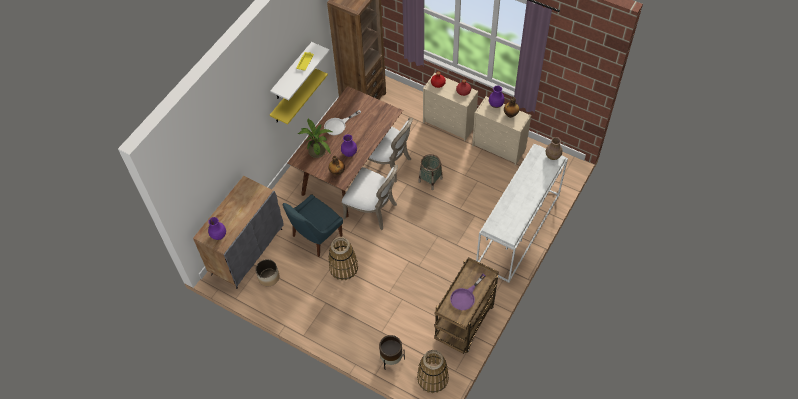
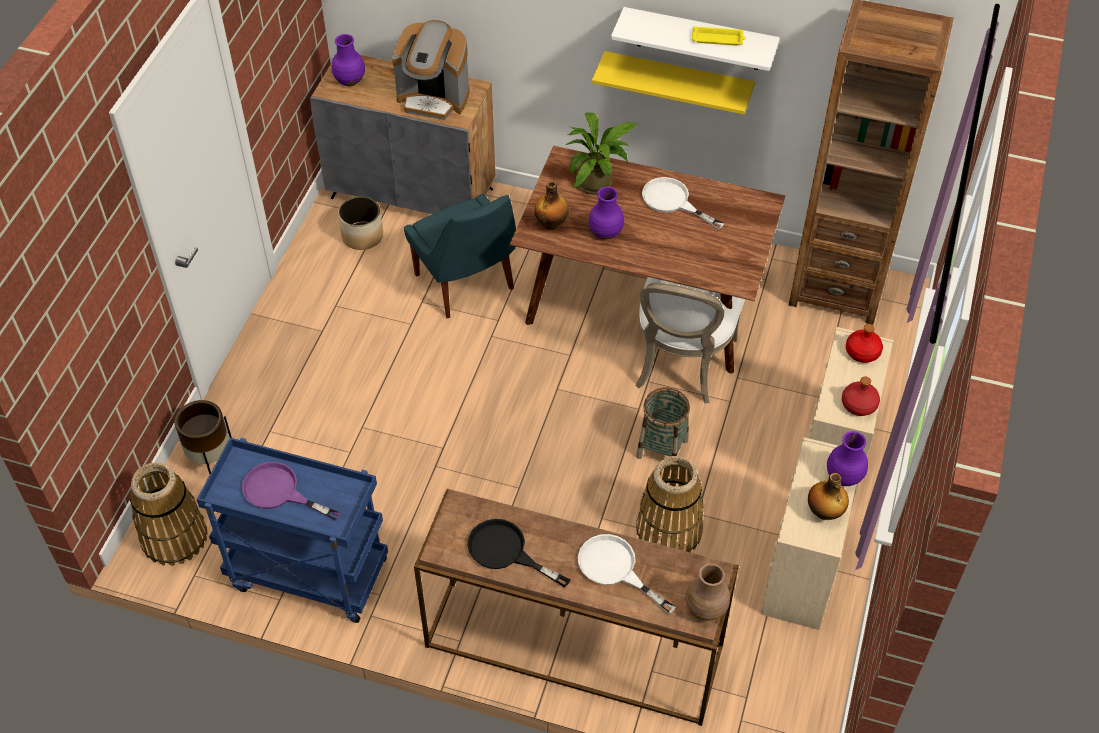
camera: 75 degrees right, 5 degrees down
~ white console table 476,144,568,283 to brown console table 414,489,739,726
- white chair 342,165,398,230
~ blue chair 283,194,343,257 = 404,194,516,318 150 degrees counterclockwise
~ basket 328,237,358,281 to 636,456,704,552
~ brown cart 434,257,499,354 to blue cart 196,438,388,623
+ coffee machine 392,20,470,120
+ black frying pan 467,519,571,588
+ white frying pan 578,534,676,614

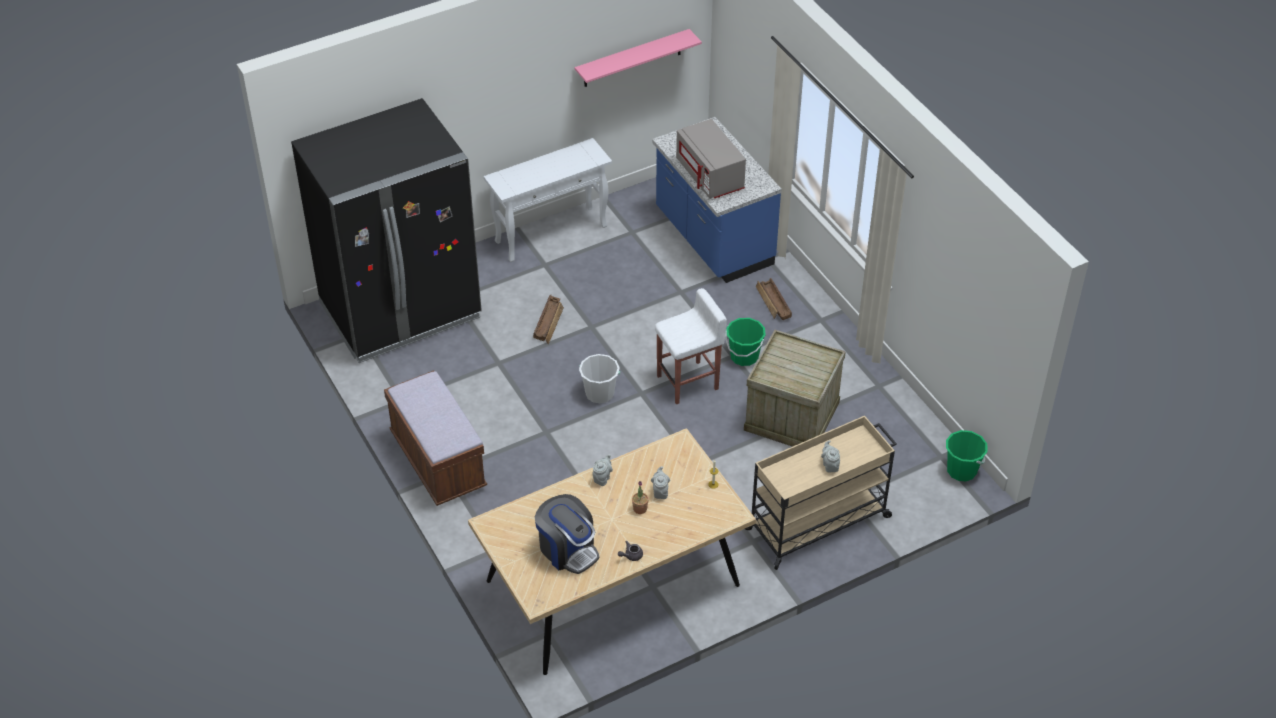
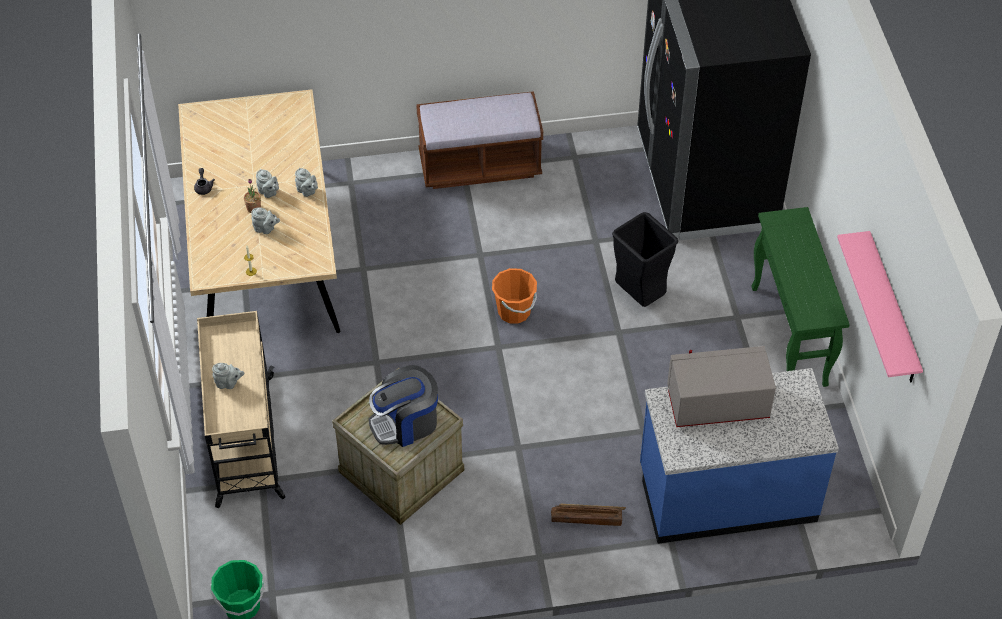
camera: 110 degrees right, 5 degrees up
~ white console table 484,138,612,262 to green console table 751,207,850,387
- white stool 655,288,727,405
~ crate 533,294,564,344 to black trash can 612,212,678,307
- green bucket 725,318,766,366
~ white bucket 579,354,621,404 to orange bucket 492,268,537,324
~ coffee machine 535,494,599,574 to 369,365,438,447
+ grey teapot 256,169,279,198

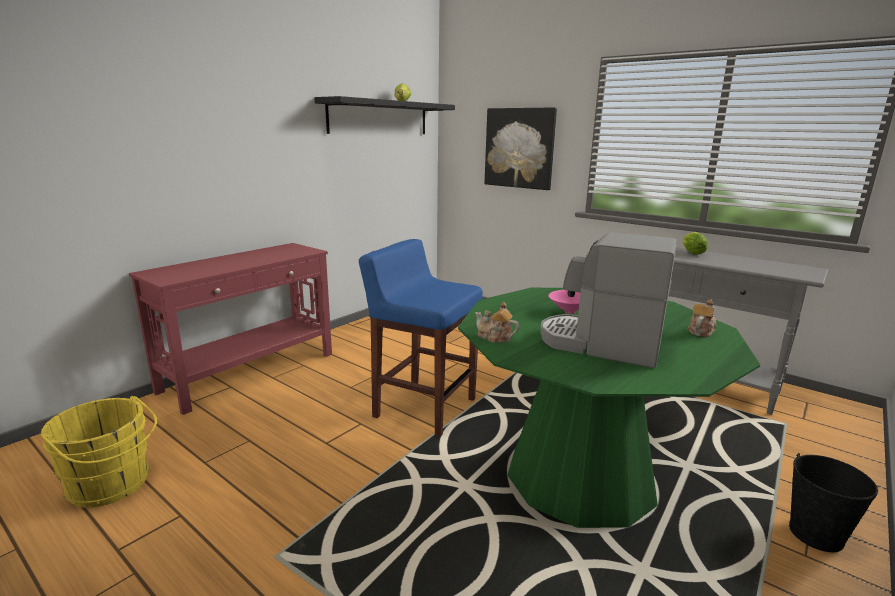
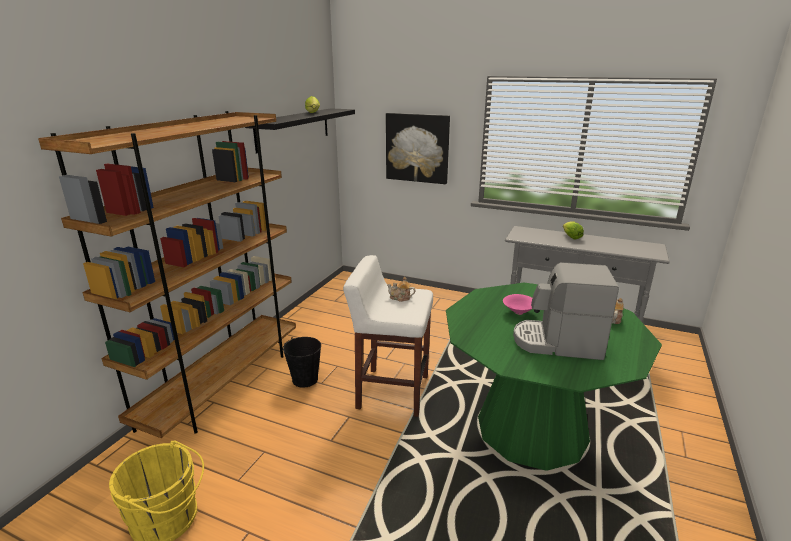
camera: 15 degrees left, 5 degrees up
~ blue stool 359,239,483,437 to white stool 343,255,433,417
~ red console table 129,243,332,415 to brown bookcase 38,111,296,438
~ teapot 475,302,519,343 to 387,277,416,302
~ black bucket 789,453,878,552 to 283,337,321,388

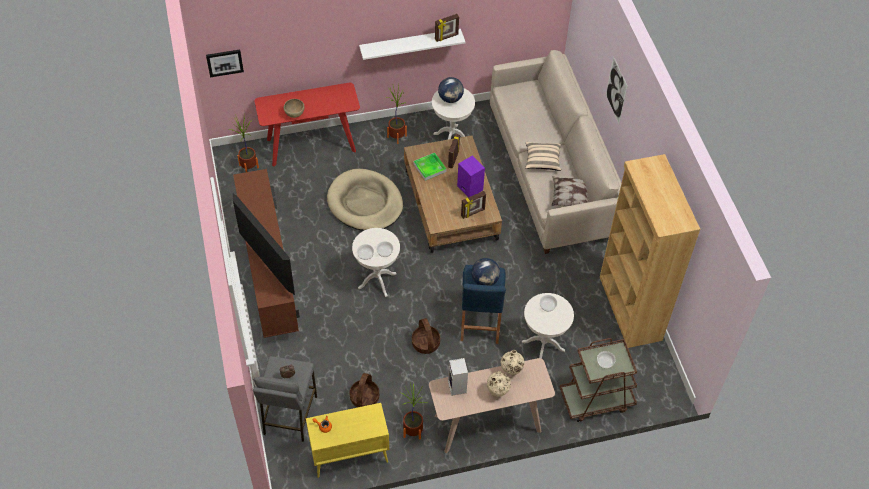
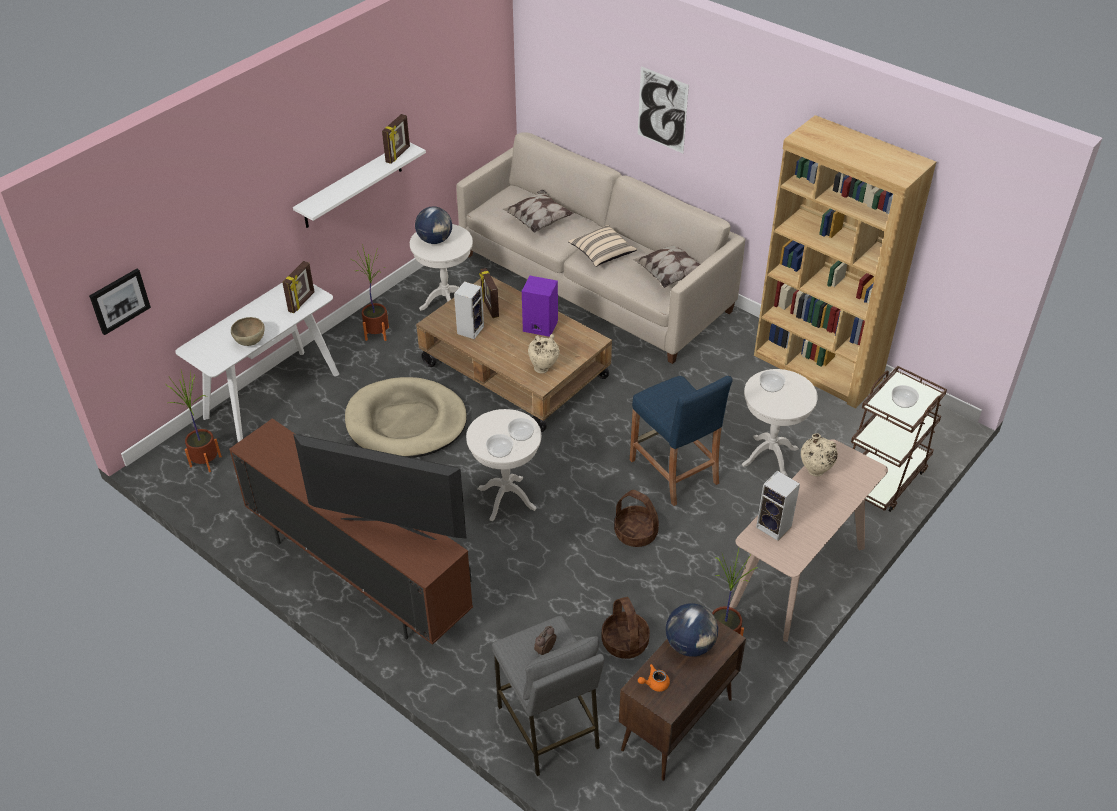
camera: 35 degrees left, 10 degrees down
~ red console table 255,83,360,167 to white console table 175,283,339,442
~ tray 414,153,447,181 to speaker 454,281,484,339
~ picture frame 461,191,486,219 to 282,261,315,313
~ globe 471,258,500,286 to 666,603,718,657
~ beige vase 487,371,511,397 to 528,334,560,374
~ yellow cabinet 306,403,389,478 to brown cabinet 619,620,746,781
+ pillow 502,190,574,233

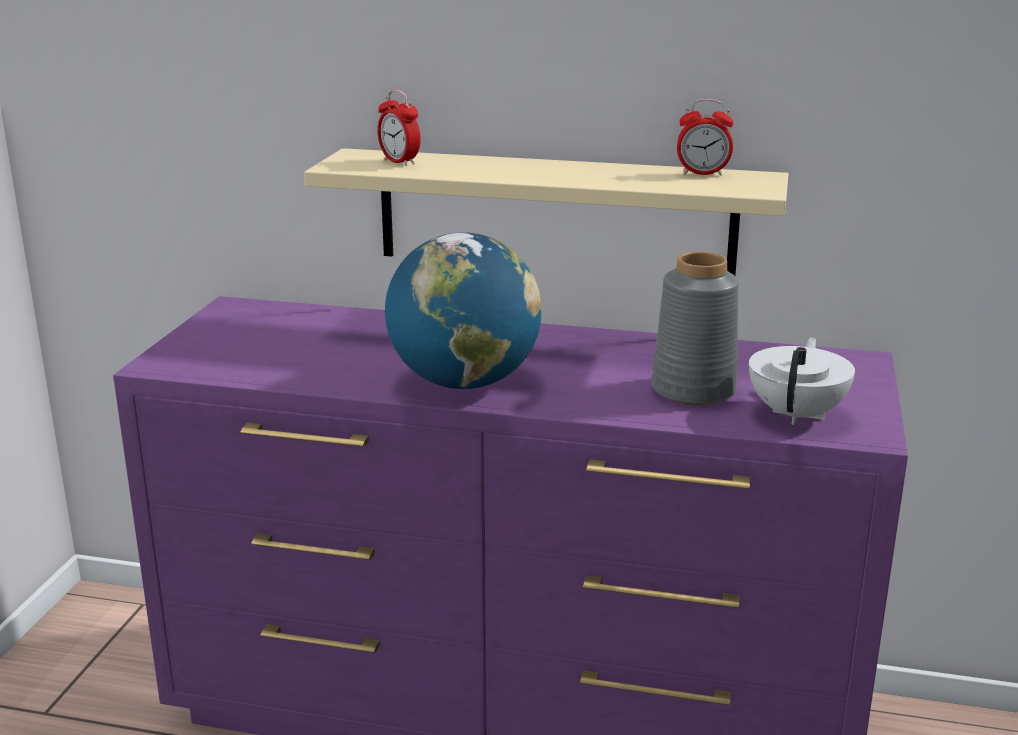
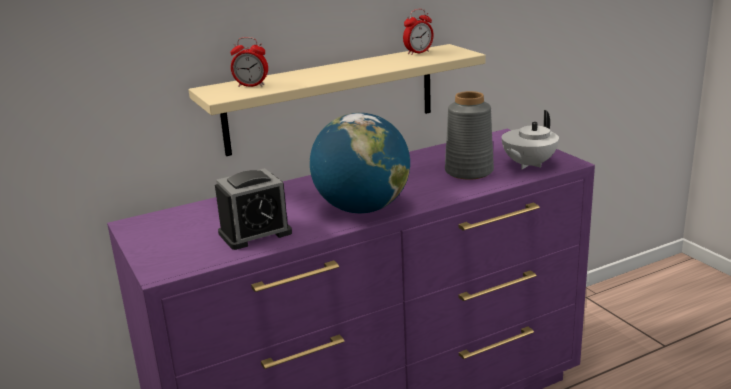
camera: 40 degrees left, 0 degrees up
~ white teapot 749,337,855,425 = 502,110,559,170 120 degrees counterclockwise
+ alarm clock 215,168,292,250

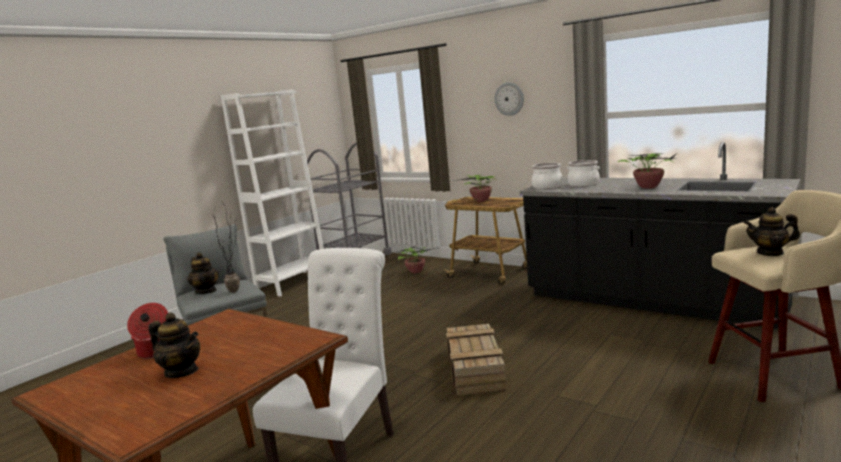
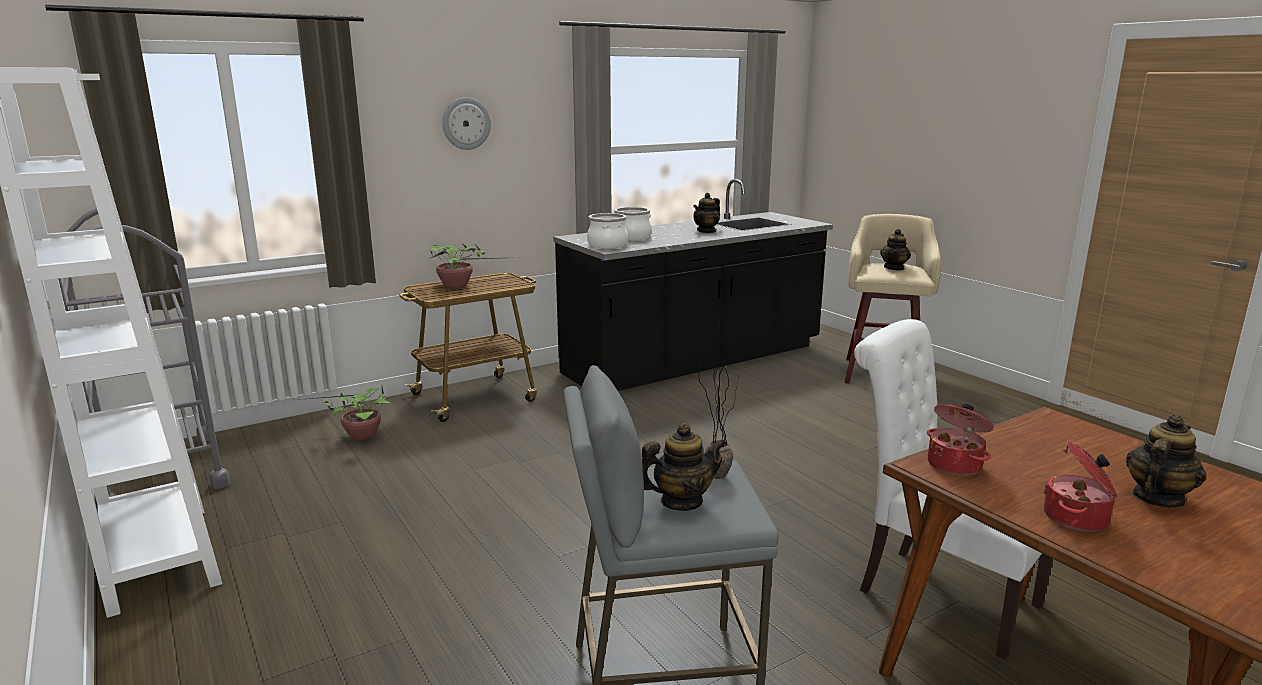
camera: 70 degrees left, 5 degrees up
~ potted plant 618,153,679,189 to teapot 693,193,720,233
- crate 446,324,506,396
+ cooking pot 927,404,994,476

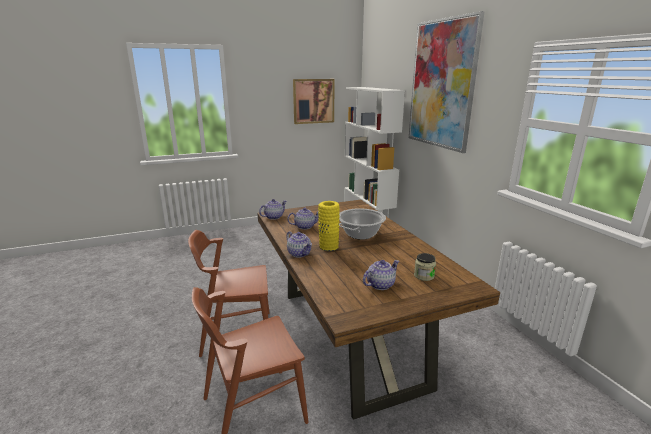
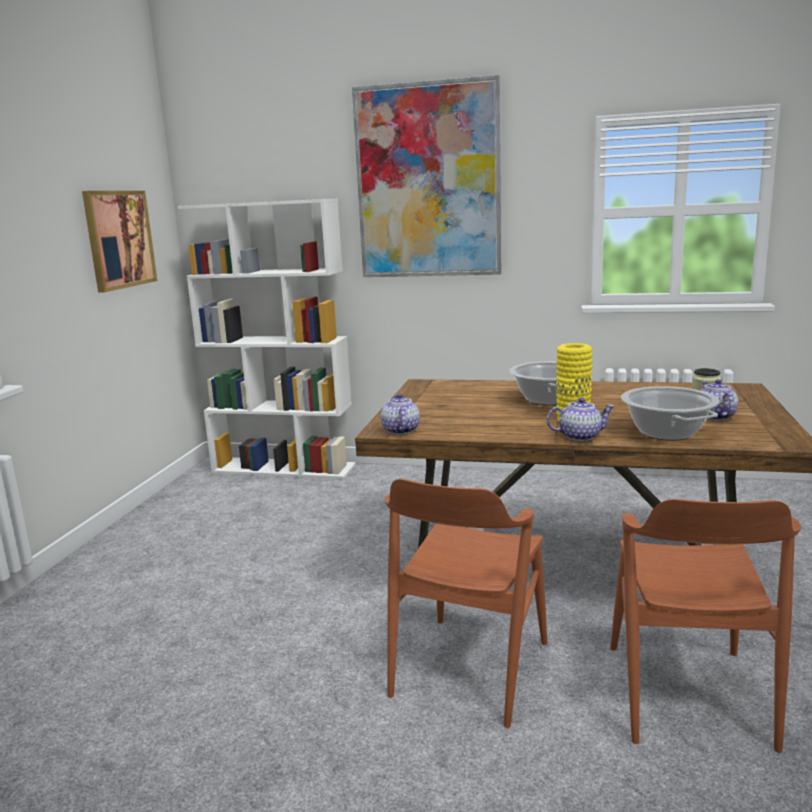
camera: 55 degrees left, 5 degrees down
- teapot 288,208,319,230
+ cooking pot 621,386,719,441

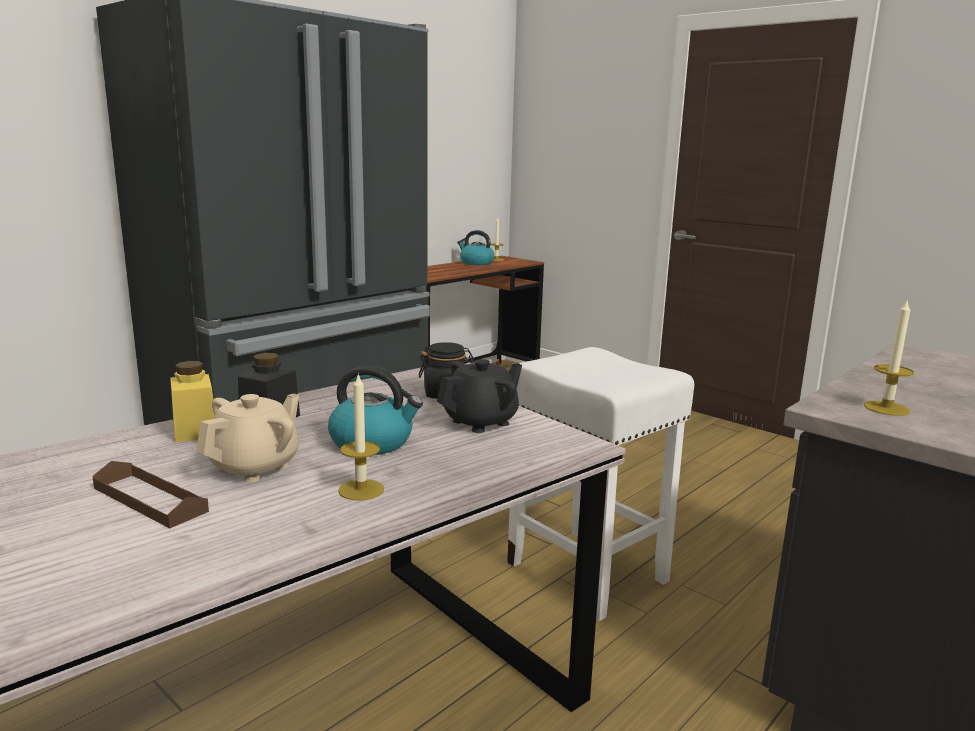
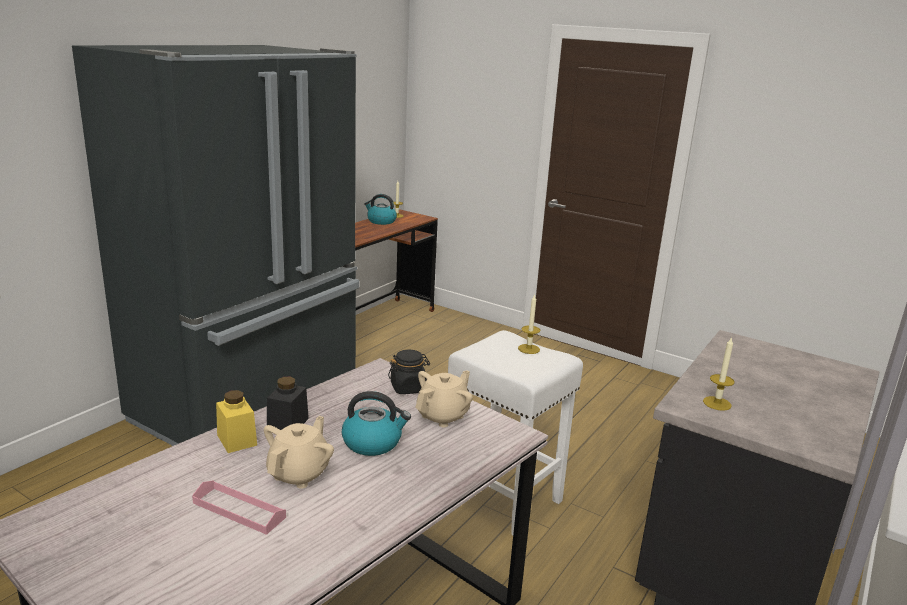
camera: 10 degrees left, 5 degrees up
~ black teapot 437,359,522,433 to beige teapot 415,370,473,427
~ candle 338,373,384,500 to 518,294,540,354
~ brown tray 92,461,209,528 to pink tray 192,480,286,535

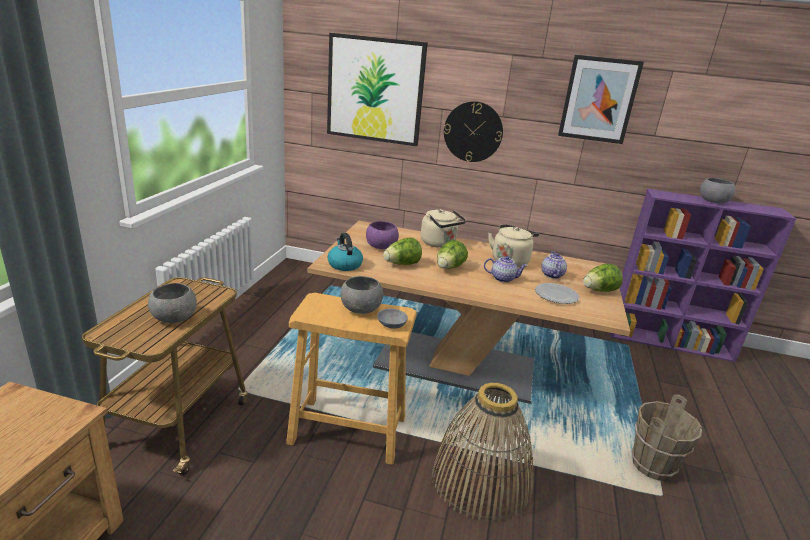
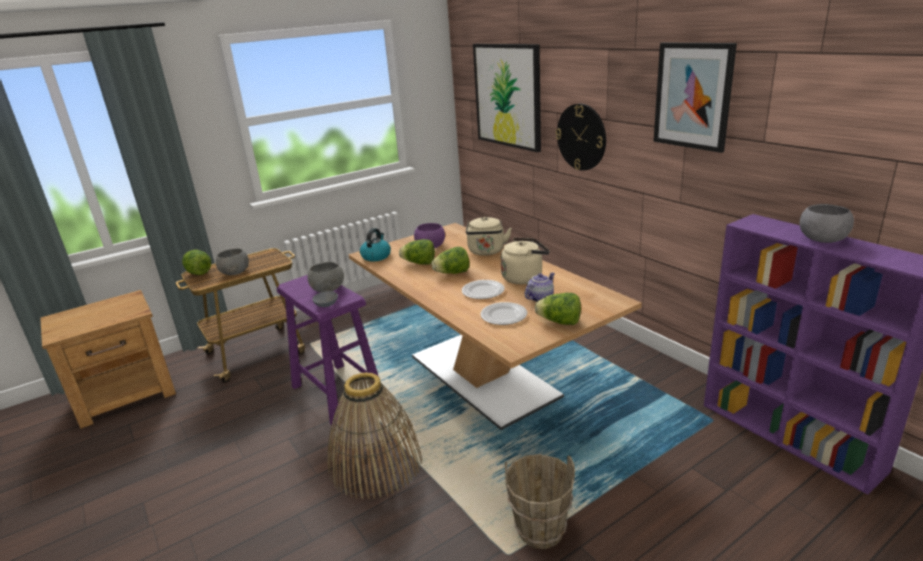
camera: 45 degrees right, 0 degrees up
~ teapot 484,256,528,283 to plate 462,280,505,299
~ beige stool 286,293,417,465 to purple stool 277,275,384,427
+ lettuce 182,250,211,275

